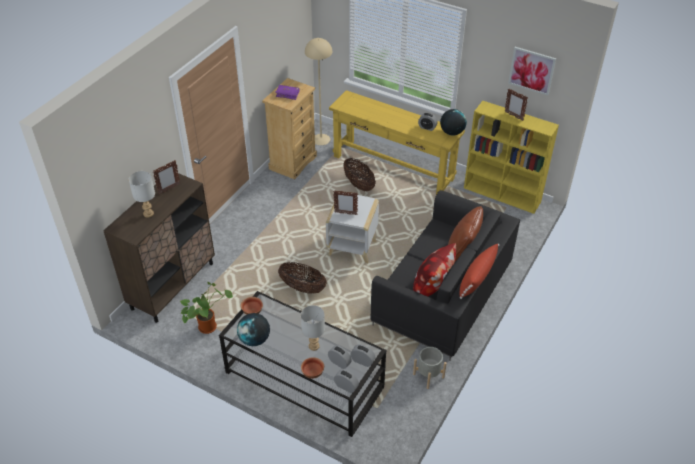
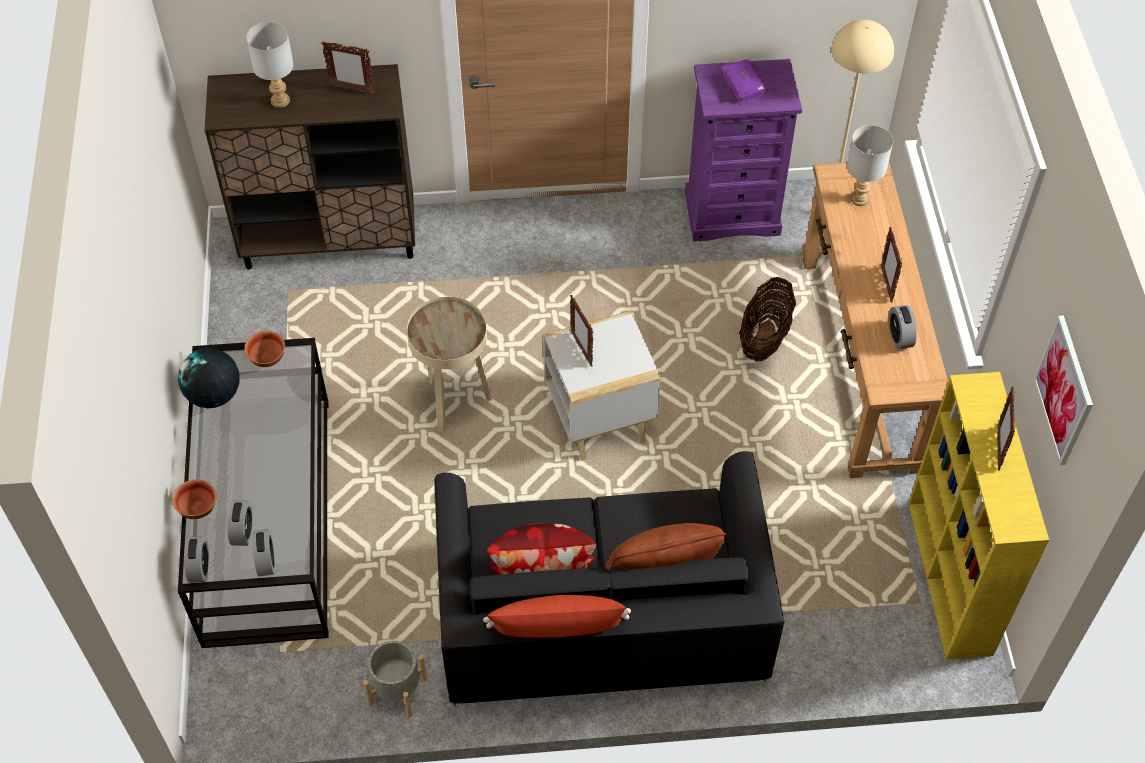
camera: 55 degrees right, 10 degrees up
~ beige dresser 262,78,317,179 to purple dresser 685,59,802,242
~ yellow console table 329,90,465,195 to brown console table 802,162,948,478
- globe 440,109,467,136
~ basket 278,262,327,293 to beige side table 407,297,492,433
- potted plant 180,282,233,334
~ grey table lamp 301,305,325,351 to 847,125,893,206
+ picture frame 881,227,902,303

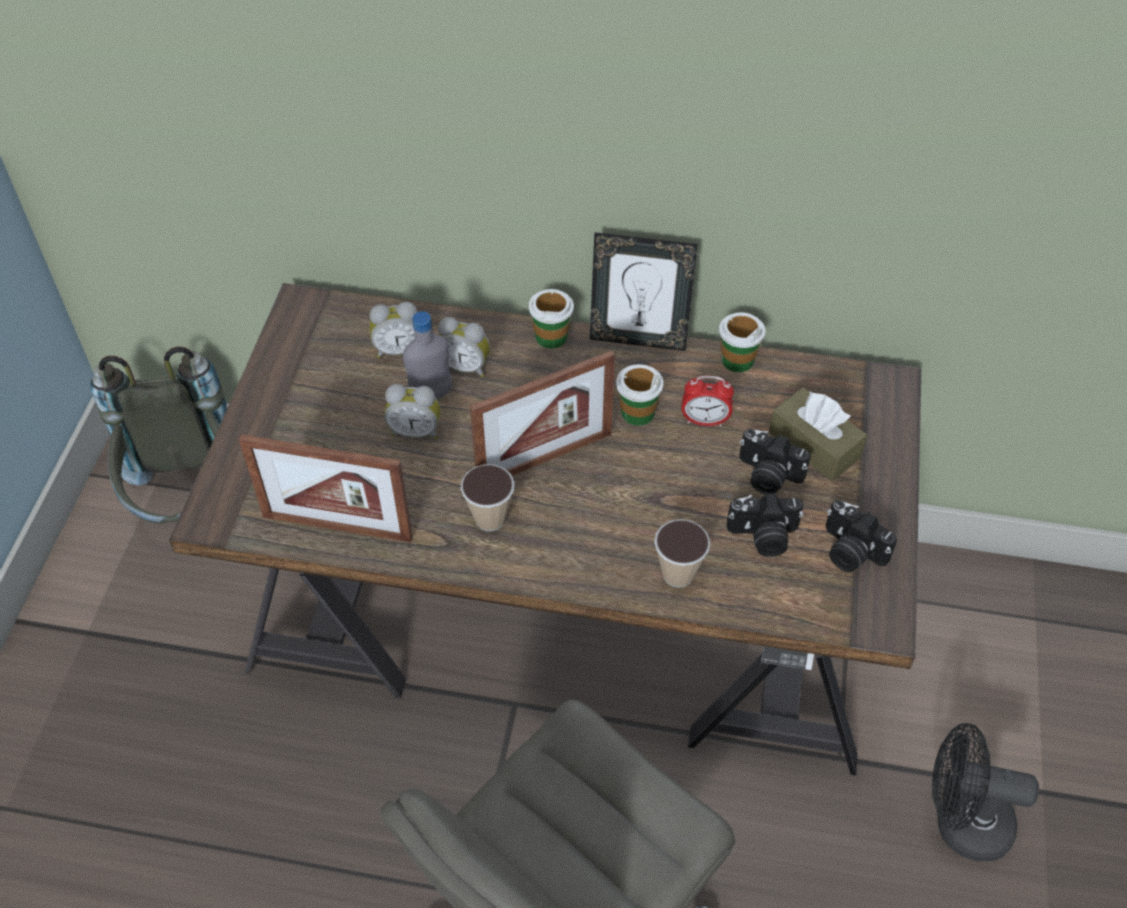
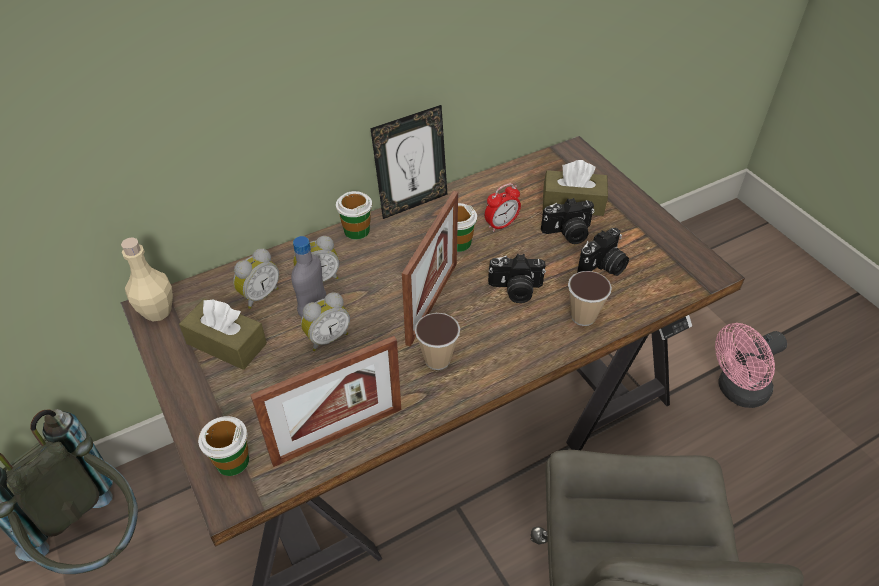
camera: 40 degrees left, 5 degrees down
~ cup 719,312,765,372 to 198,416,249,476
~ photo camera 825,500,897,572 to 488,254,546,303
~ black fan 932,723,1039,862 to pink fan 715,323,787,408
+ beige bottle 121,237,173,322
+ brown tissue box 179,299,267,370

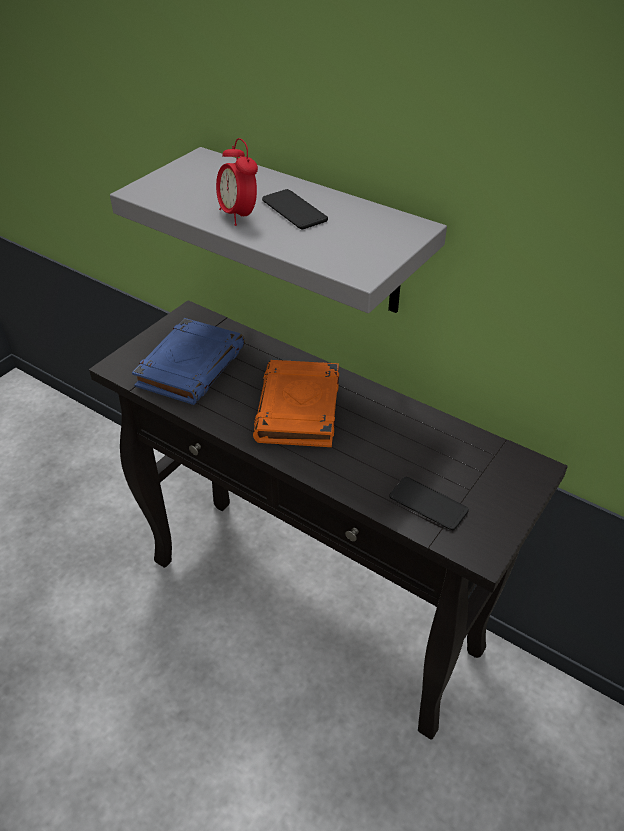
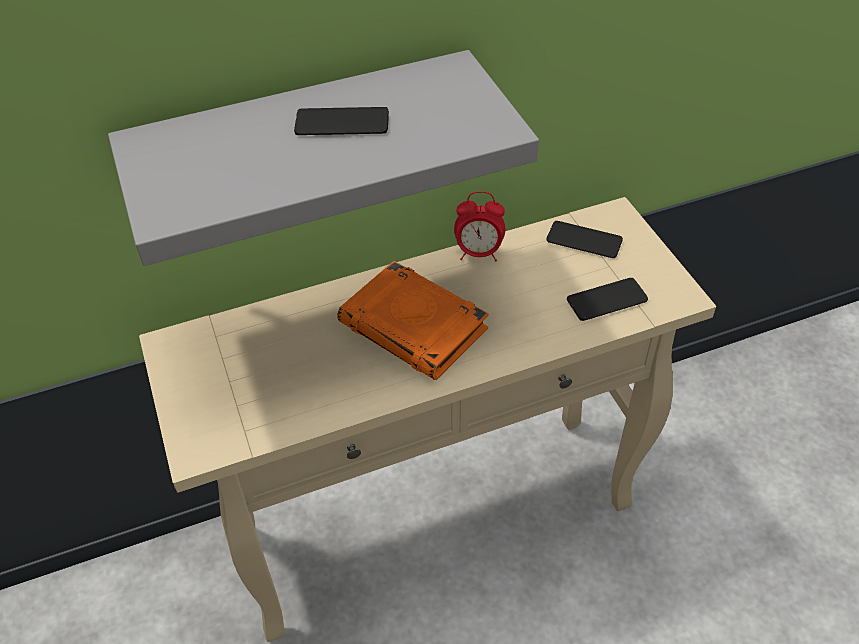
camera: 55 degrees left, 5 degrees up
~ alarm clock 216,138,258,226 to 454,191,505,262
~ black console table 89,300,568,740 to beige console table 139,197,716,642
- blue book 132,318,245,405
+ phone 547,221,623,258

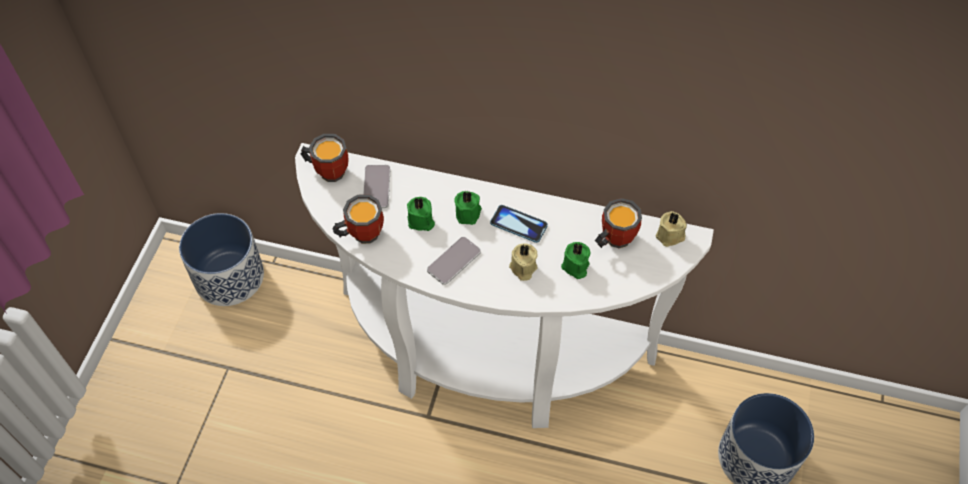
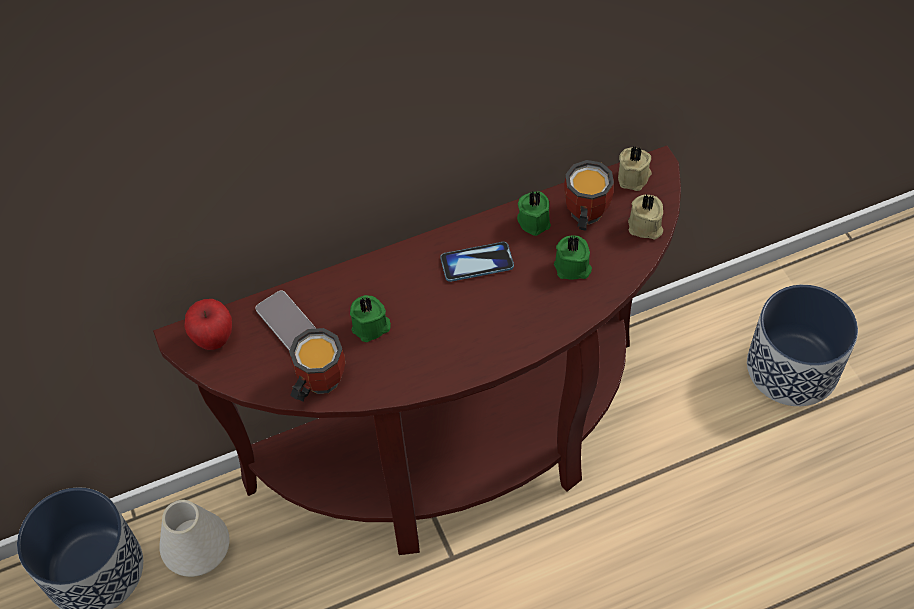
camera: 35 degrees left, 0 degrees up
~ mug 301,134,349,182 to apple 184,299,232,350
~ white console table 295,143,714,428 to brown console table 153,146,681,555
~ green candle 454,191,482,225 to 517,191,551,236
- phone 427,237,481,285
~ beige candle 509,243,538,281 to 628,194,663,240
+ white vase 159,500,230,577

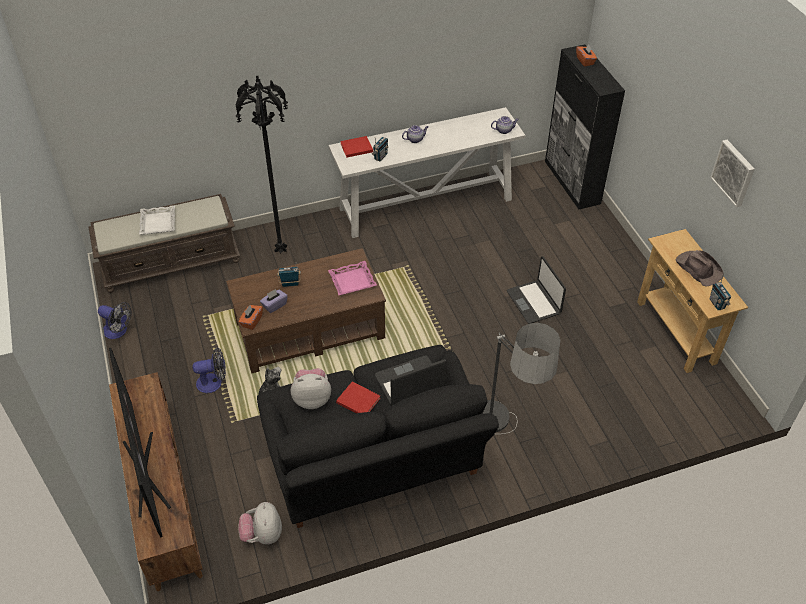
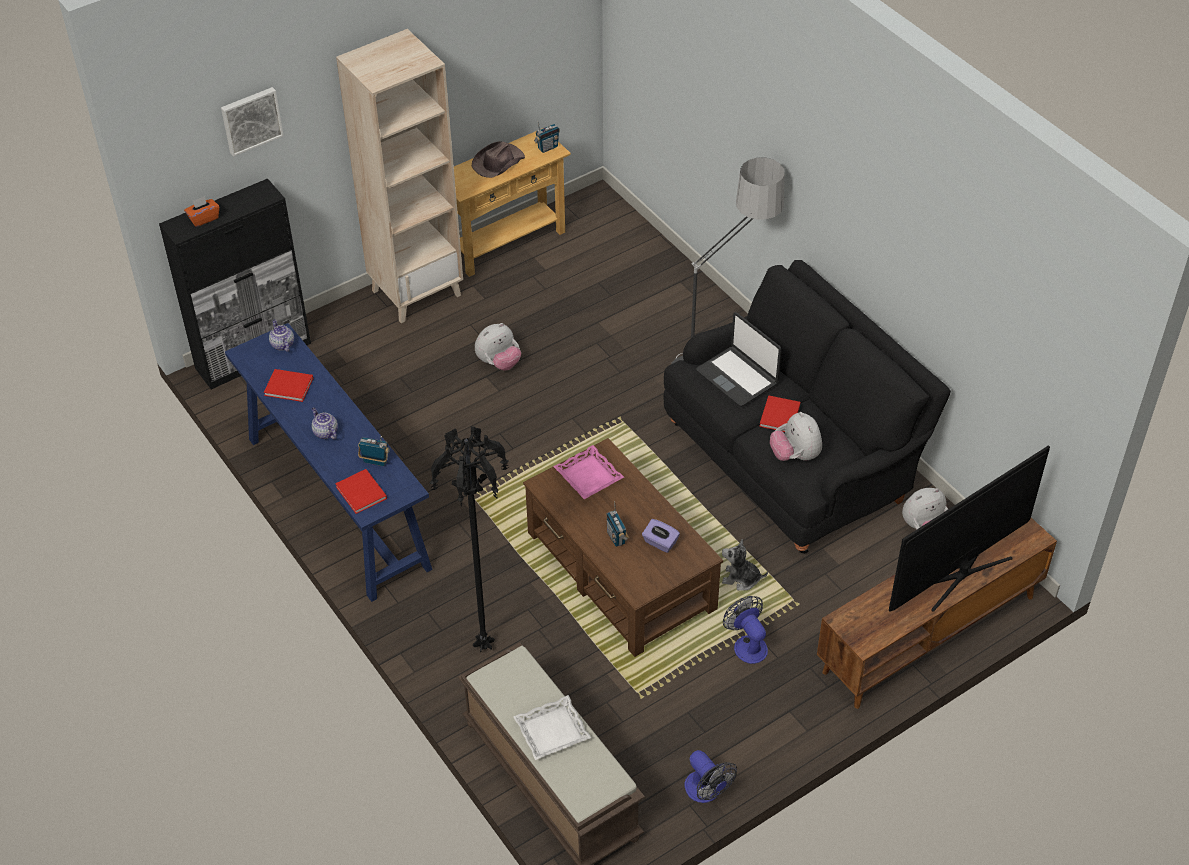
camera: 105 degrees left, 0 degrees up
~ white console table 329,107,525,238 to blue console table 225,323,432,602
~ picture 710,140,755,207 to 221,87,284,157
~ laptop 507,256,566,324 to plush toy 475,323,521,371
~ fan 98,302,132,339 = 684,750,737,803 135 degrees clockwise
- orange tissue box 239,305,263,330
+ beige bookcase 336,29,463,323
+ red book 264,369,313,402

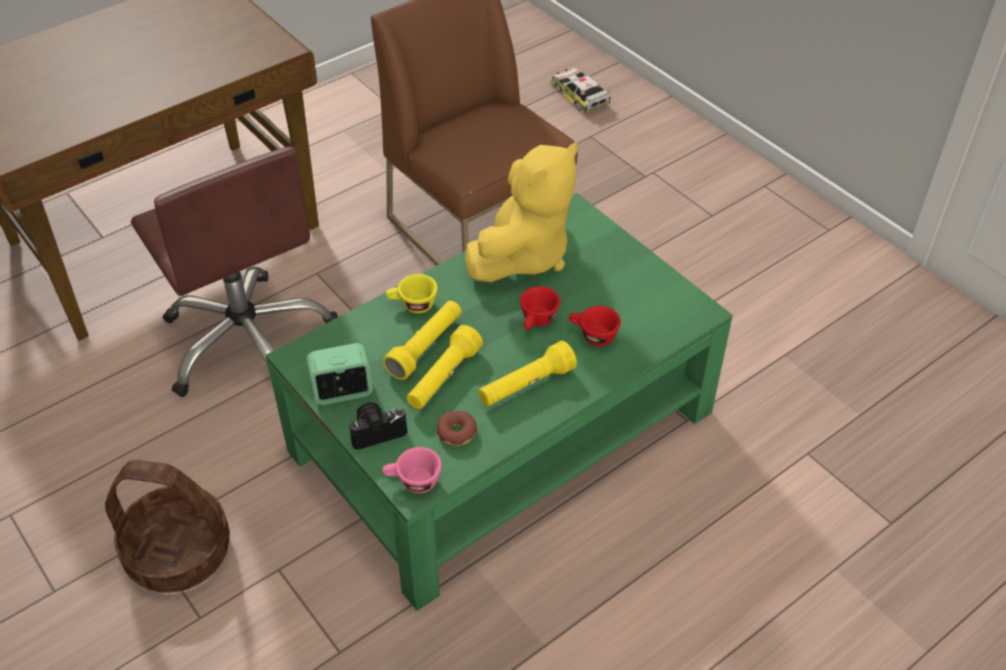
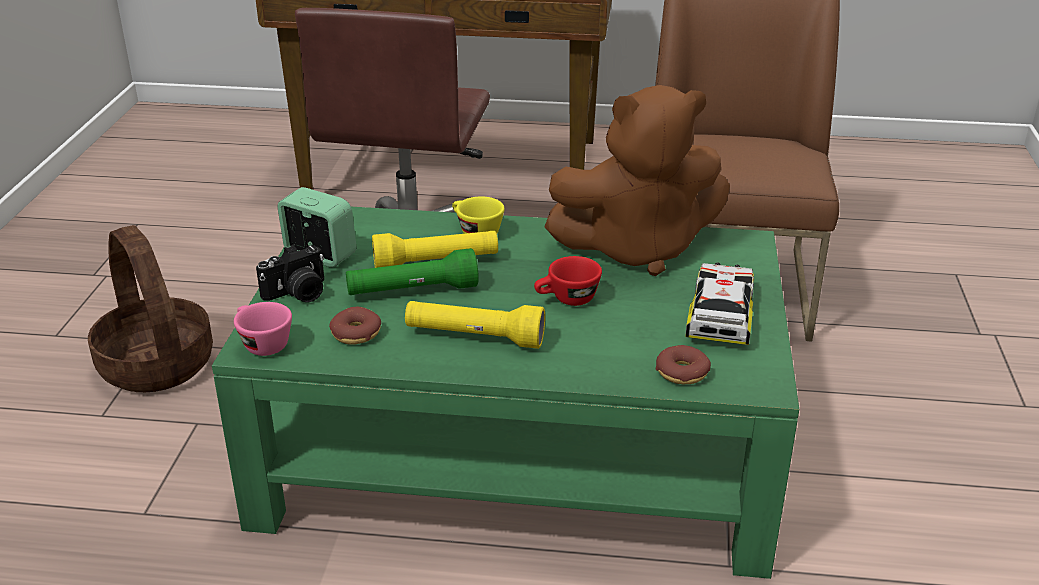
camera: 45 degrees right, 15 degrees down
~ toy car 551,68,611,112 to 685,263,754,345
~ yellow plush toy 465,142,578,282 to brown plush toy 544,85,730,276
- red cup 569,306,621,346
~ yellow flashlight 407,325,483,409 to green flashlight 346,248,479,295
~ photo camera 348,402,407,450 = 256,245,324,303 120 degrees clockwise
+ donut 656,345,711,384

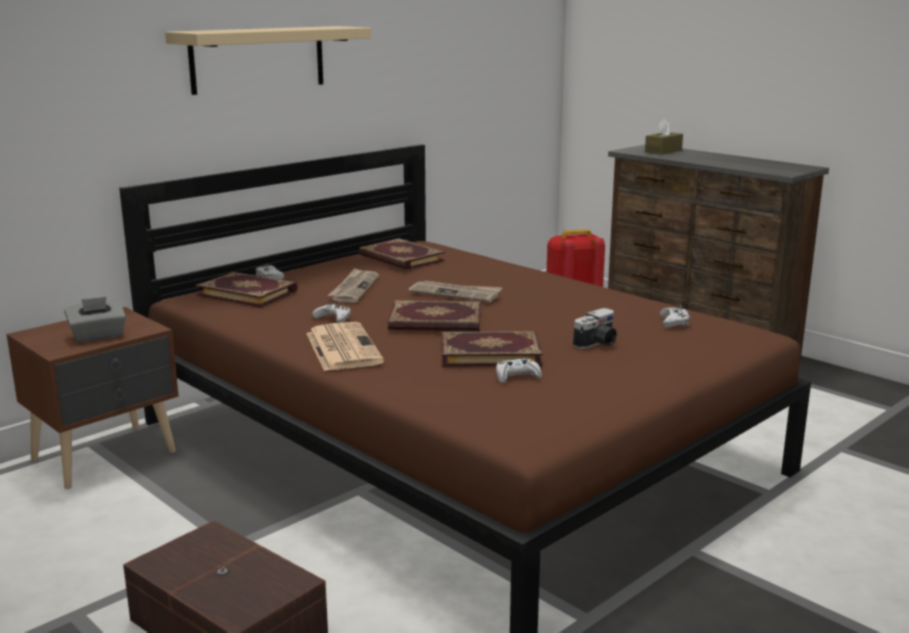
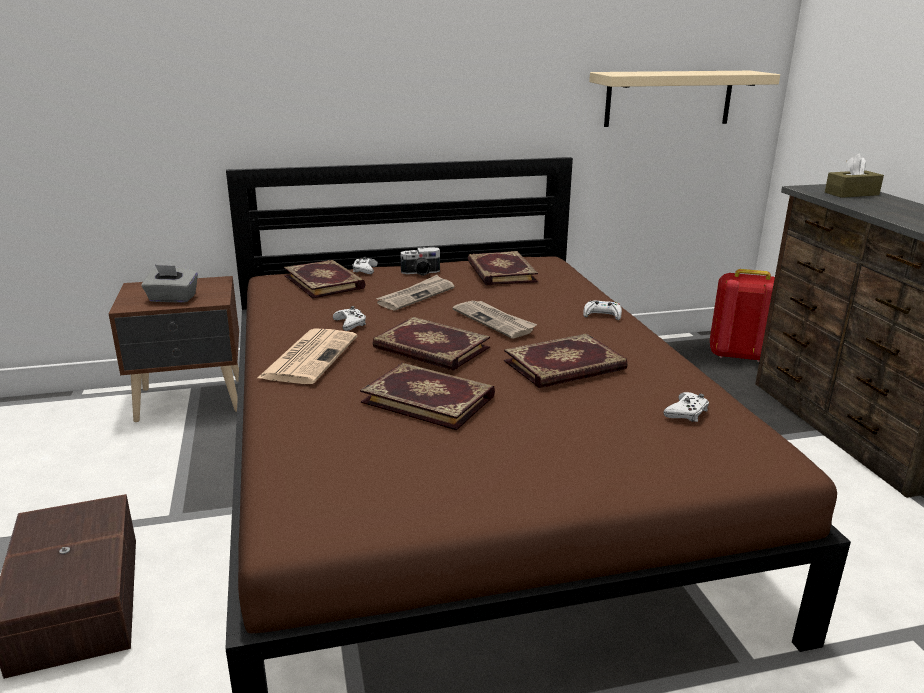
camera: 30 degrees right, 5 degrees up
~ beige shelf 165,26,371,95 to 589,71,780,127
~ photo camera 573,308,617,349 to 400,247,440,276
~ white game controller 496,358,542,383 to 583,300,622,320
+ book 504,333,628,388

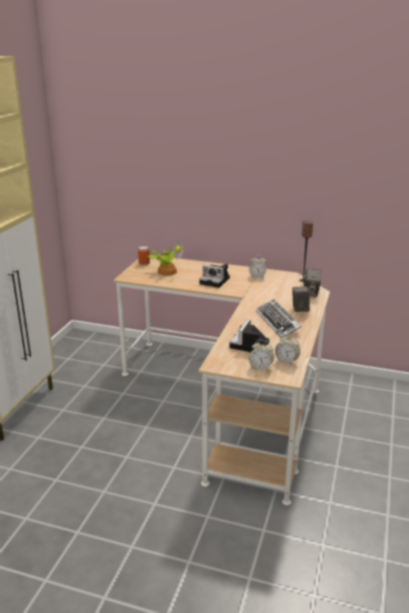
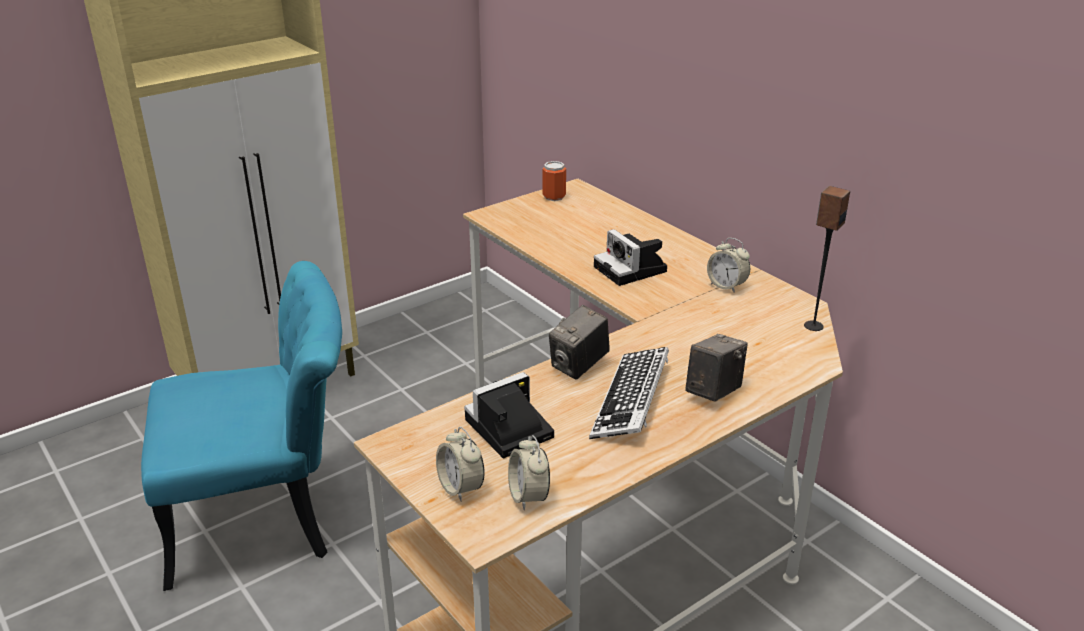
camera: 35 degrees right, 5 degrees up
- potted plant 147,239,184,276
~ photo camera 304,268,321,297 to 549,305,610,380
+ turquoise chair 141,261,342,591

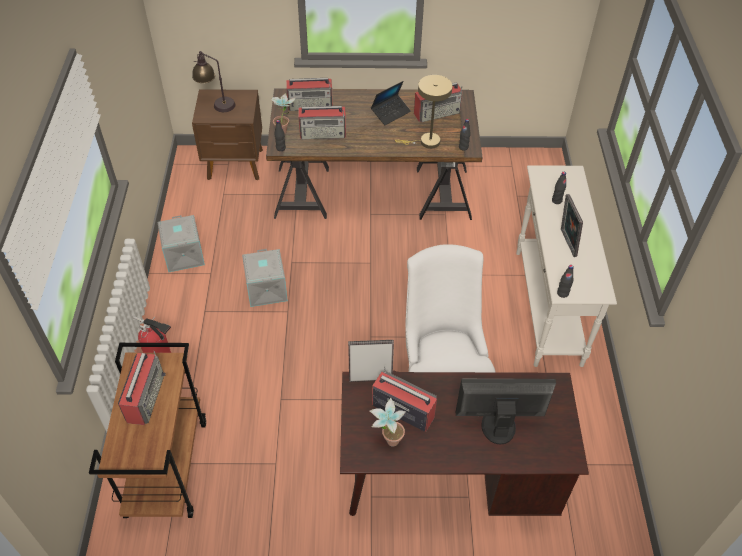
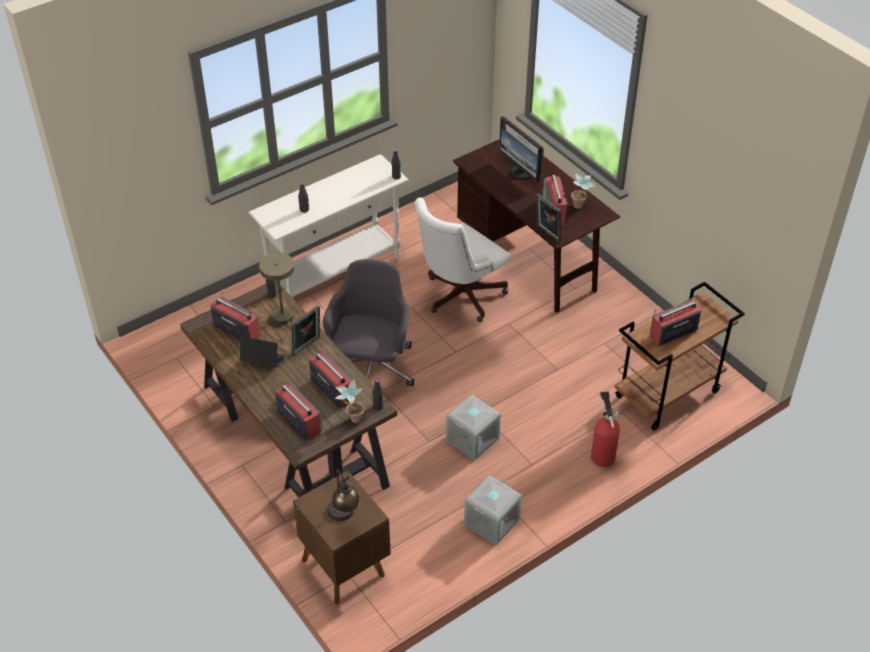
camera: 125 degrees left, 5 degrees down
~ picture frame 561,194,583,257 to 291,305,320,356
+ grey office chair 323,259,414,386

